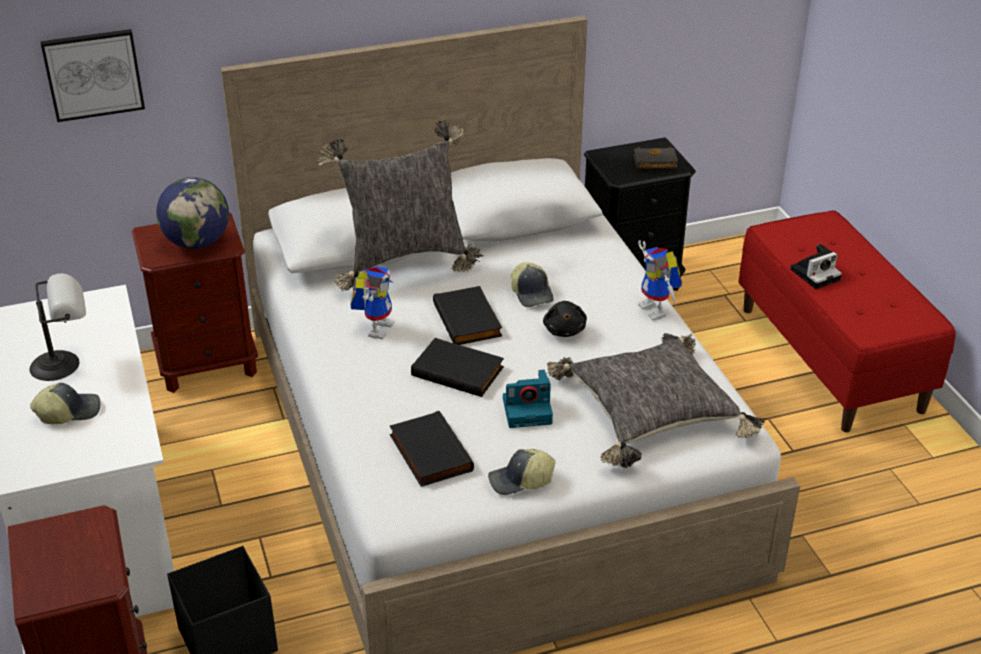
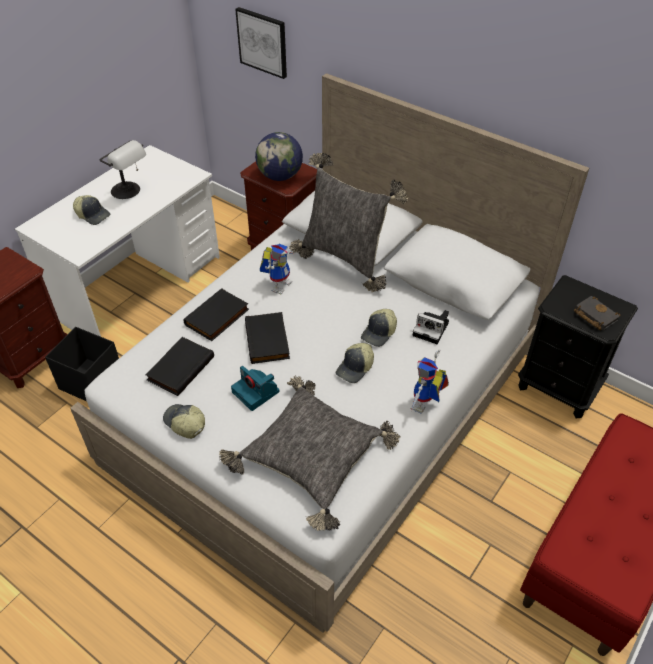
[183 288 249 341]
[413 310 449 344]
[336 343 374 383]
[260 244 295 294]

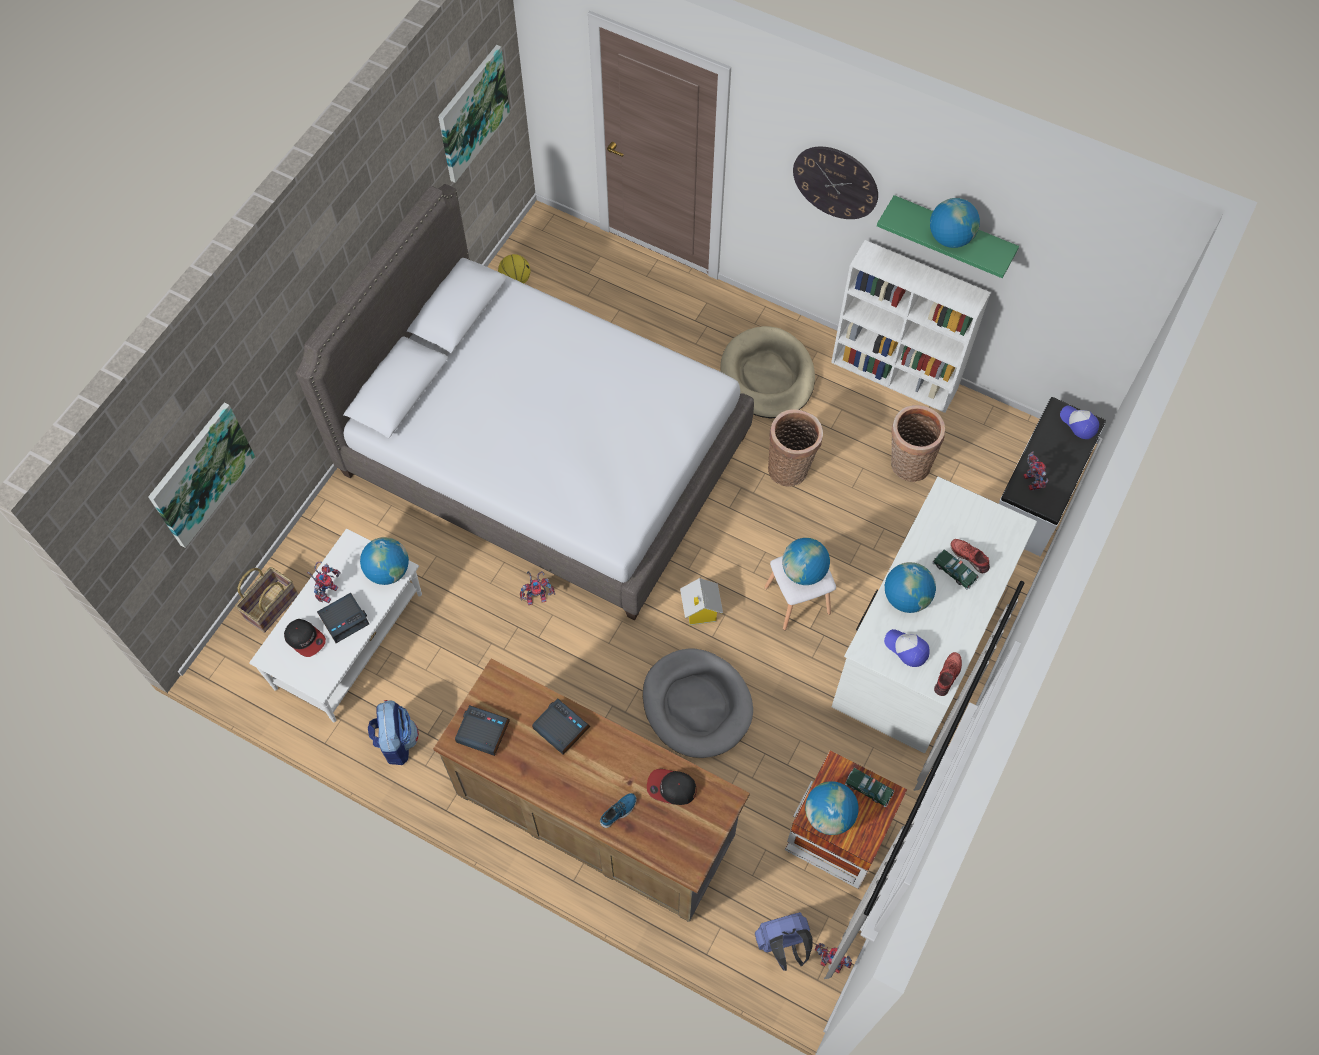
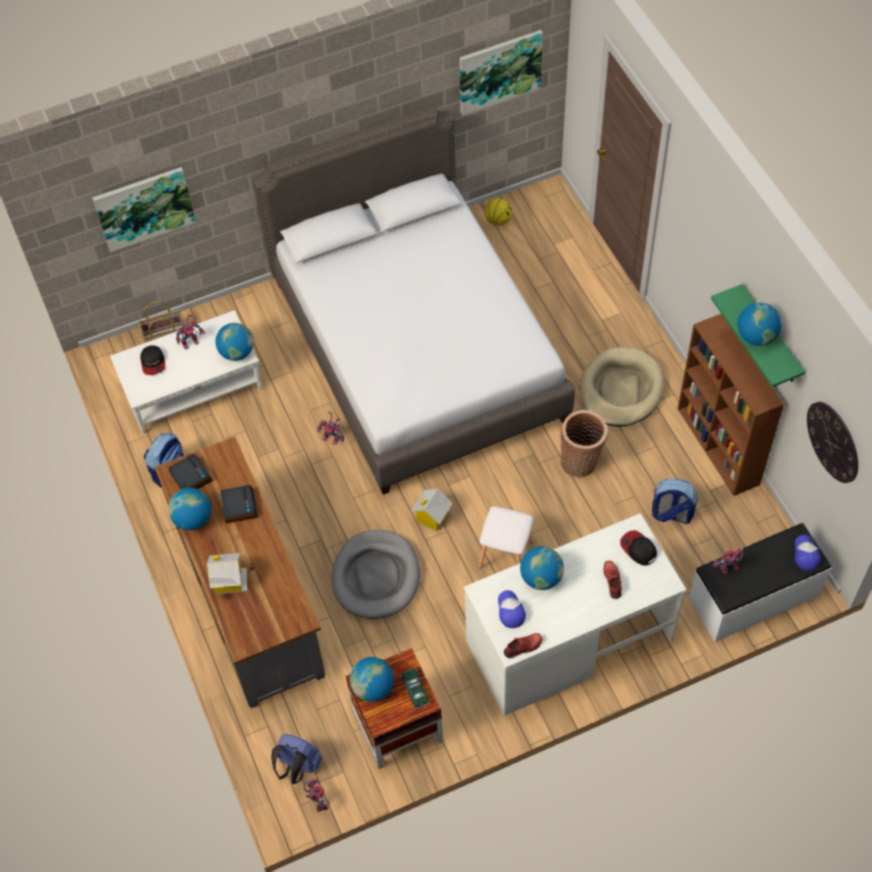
[317 593 369 643] (first image)
[932 549 979 590] (first image)
[620 530 657 566]
[168 488 211 530]
[807 402 858 483]
[207 553 247 594]
[652 479 698 524]
[678 314 784 496]
[713 548 745 575]

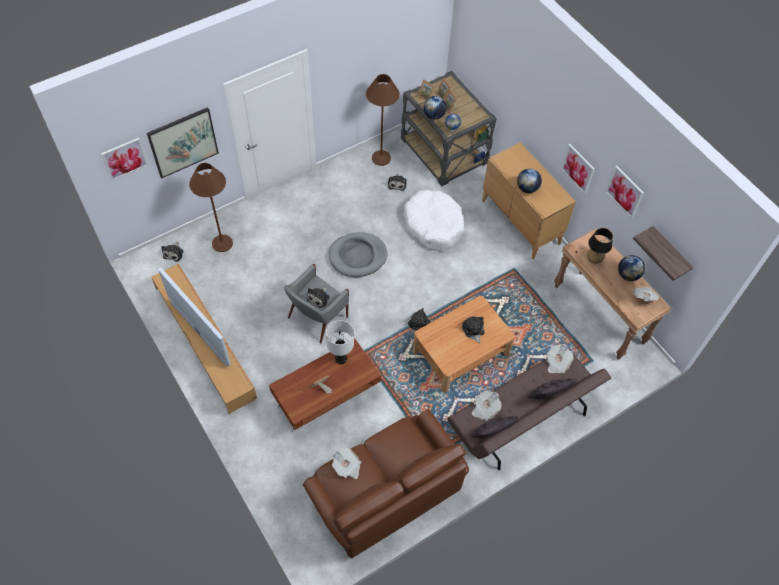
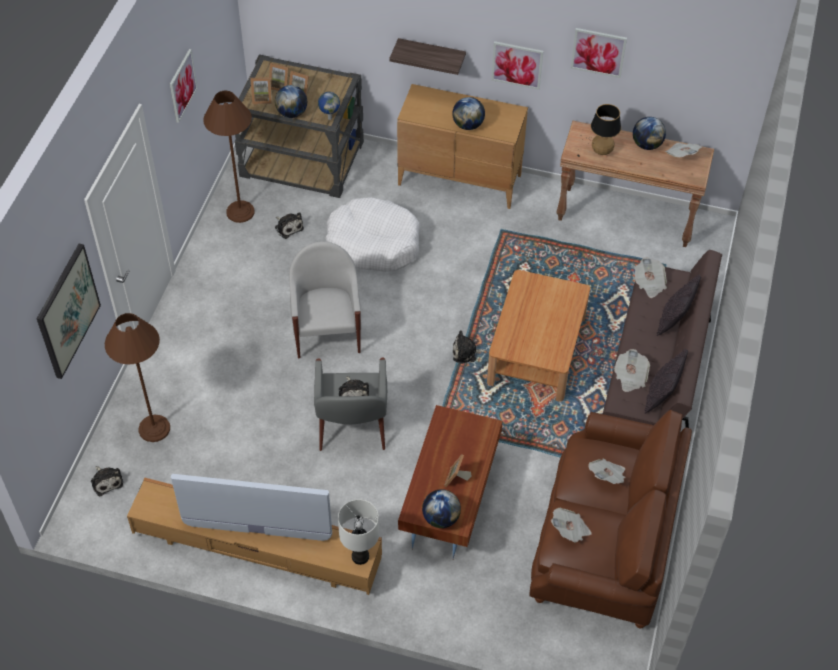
[462 316 485 343] (first image)
[422 489 461 528]
[588 459 626 484]
[170 49 198 123]
[338 499 379 565]
[389 38 466 75]
[289 241 361 358]

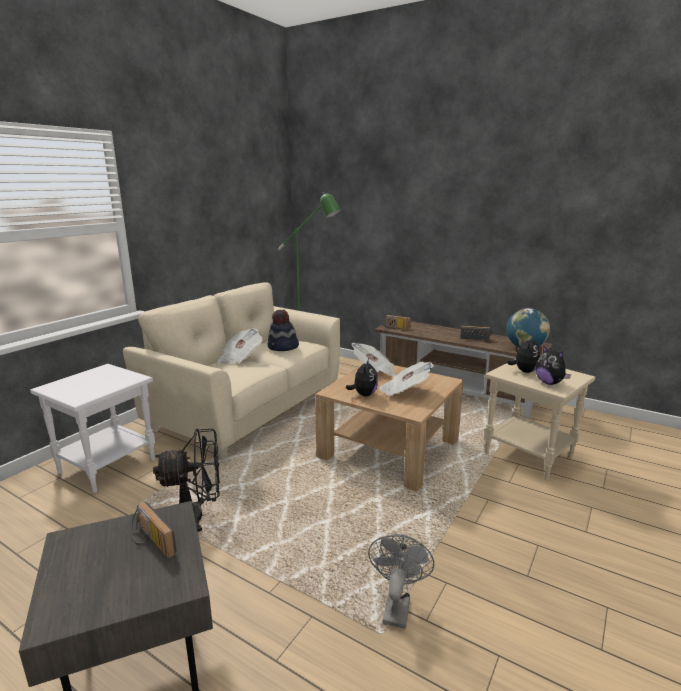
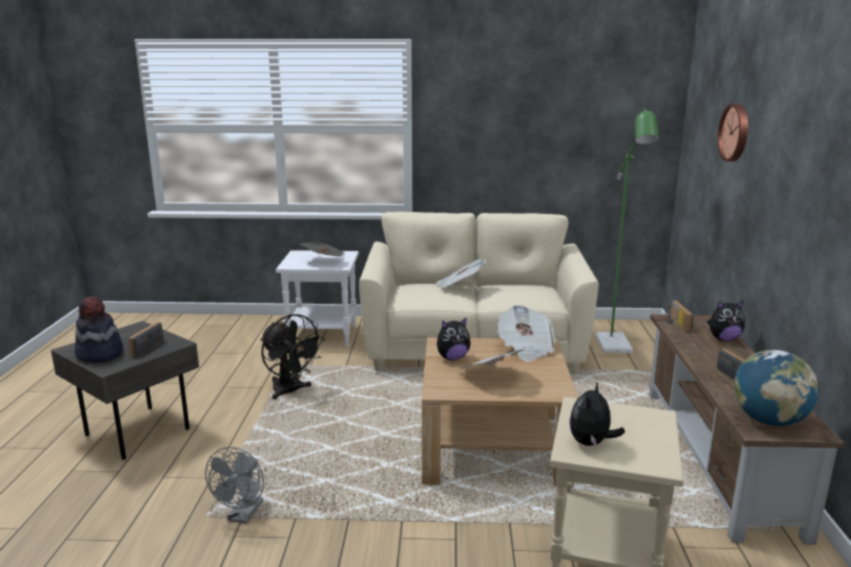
[299 242 345 257]
[718 104 748 162]
[75 296 123 363]
[707 301 745 341]
[205 447 264 524]

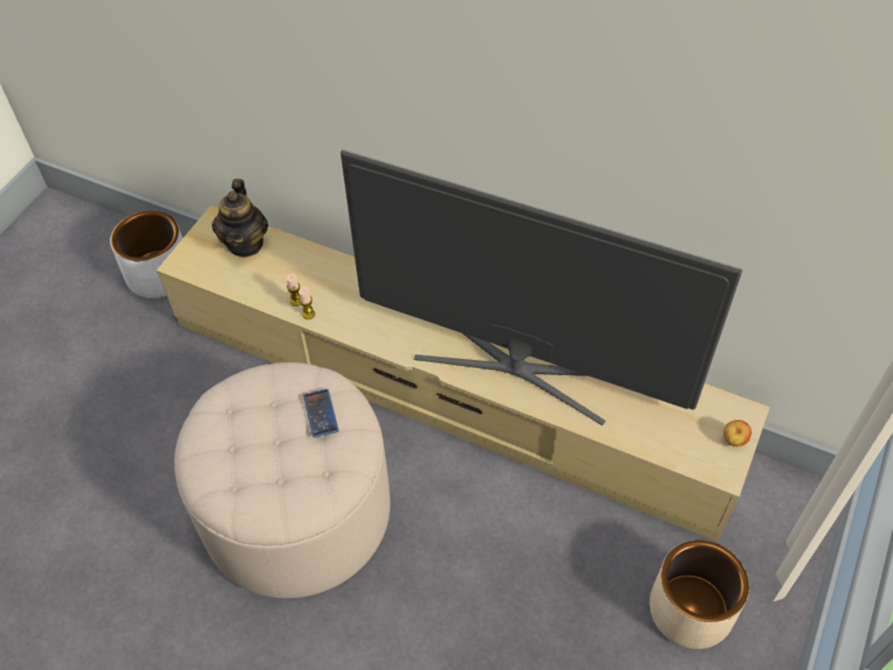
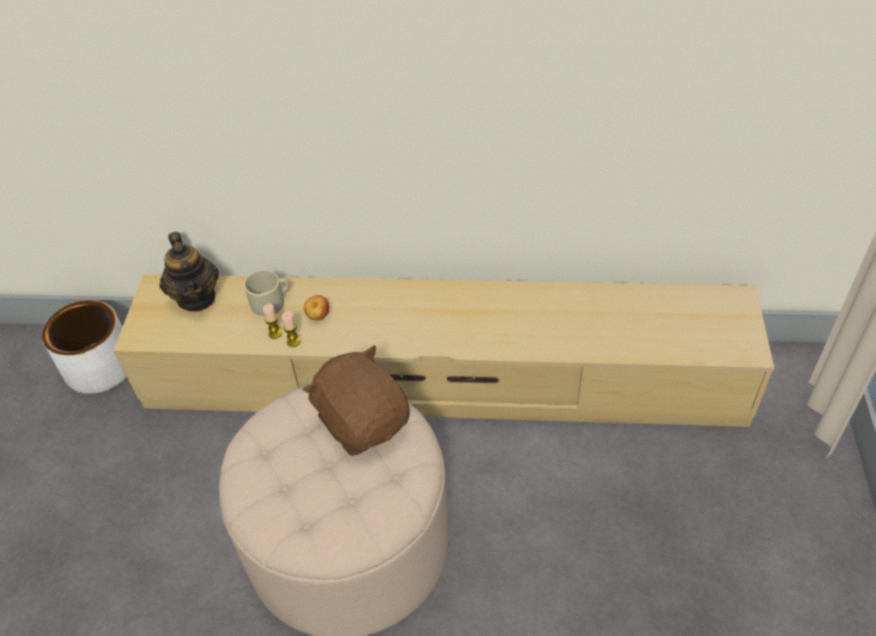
[341 150 742 426] (first image)
[650 540 749 649] (first image)
[244 270 289 316]
[304 295 329 321]
[302 345 410 456]

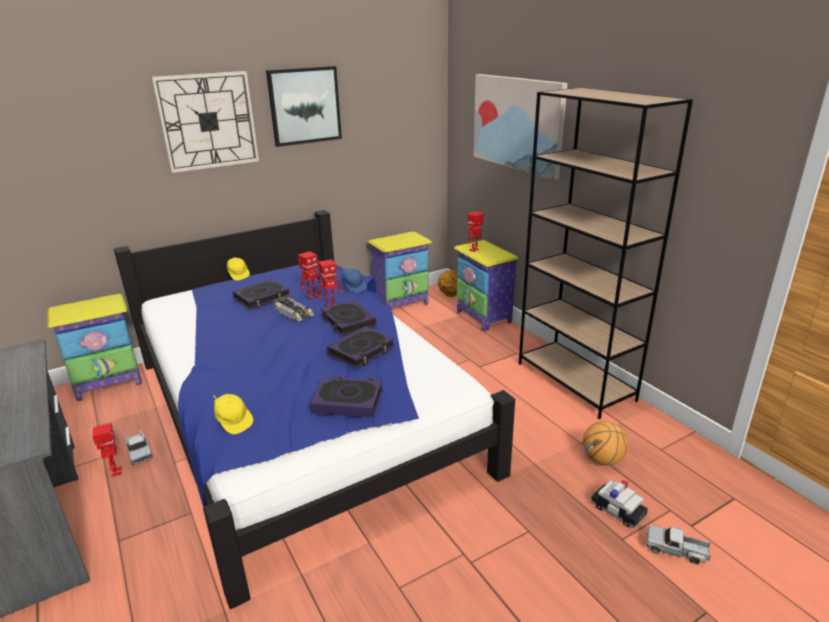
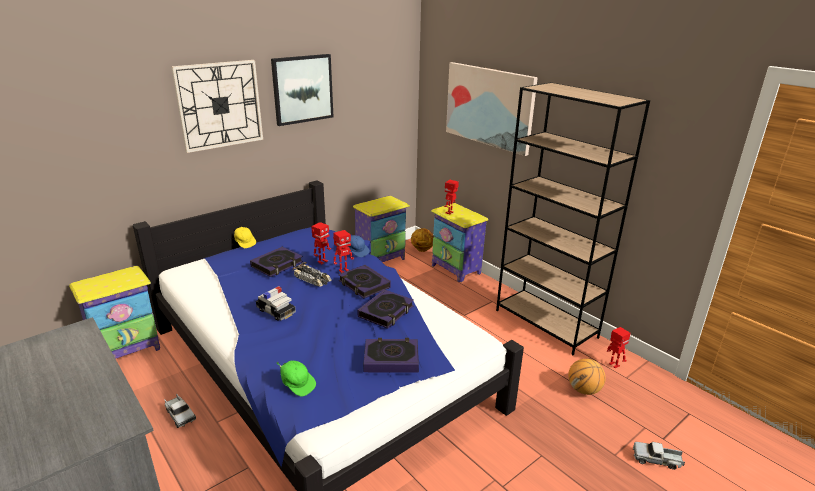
[607 327 631 368]
[256 286 296 320]
[277 360 316 396]

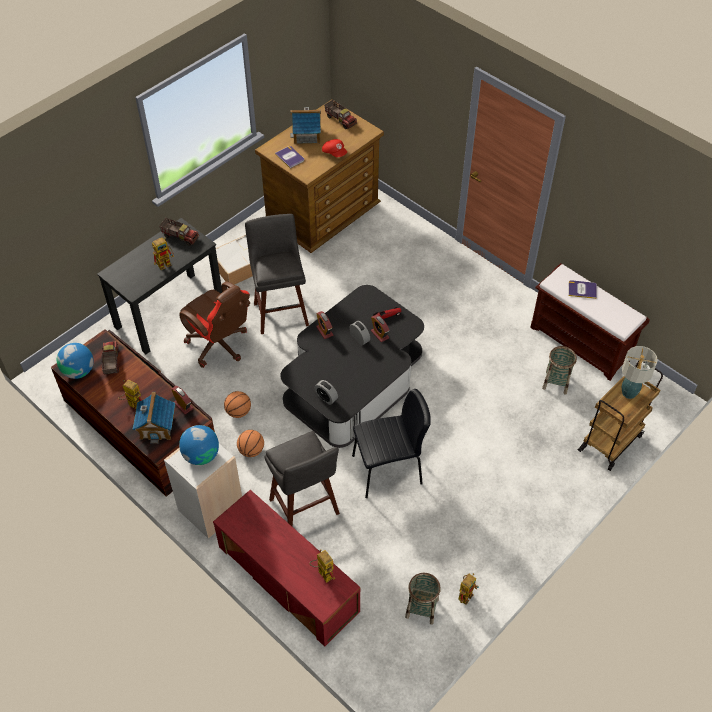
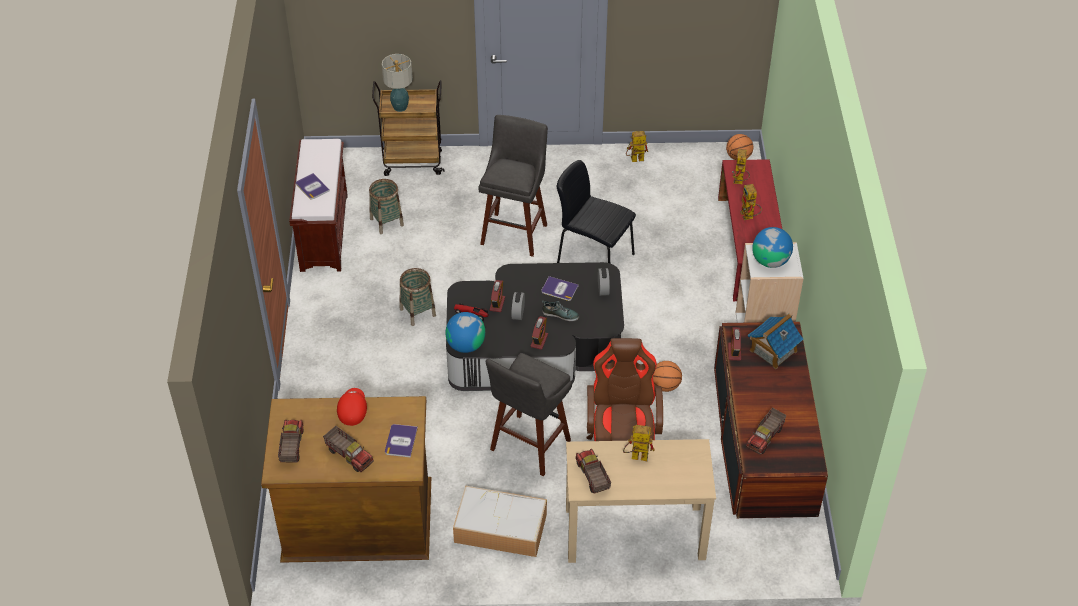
[541 276 578 301]
[542 300 579 321]
[446 312 485 353]
[740 184 762 220]
[726 134 754 160]
[478 115 548 257]
[400 268 436 326]
[323 426 374 472]
[566 439 716 563]

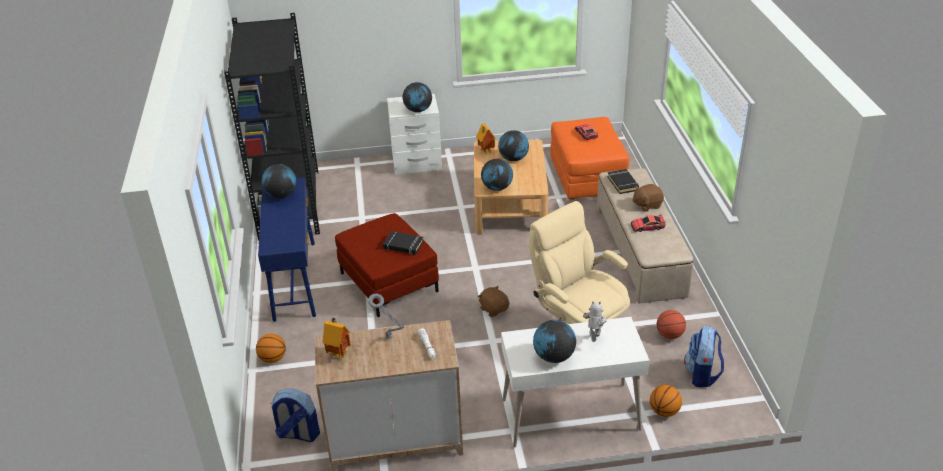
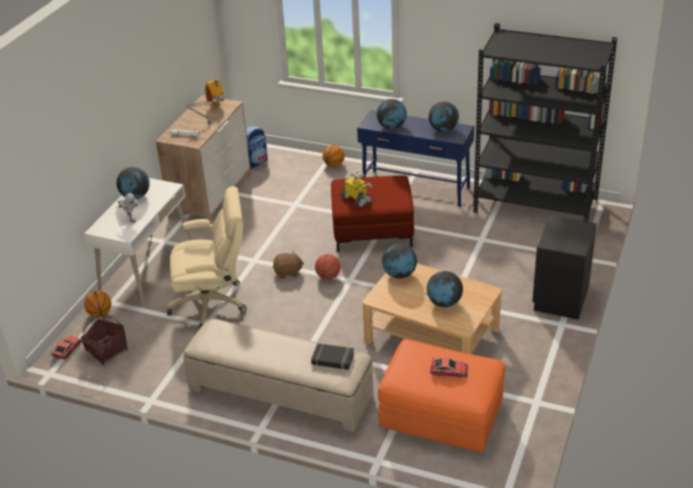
[476 123 496 154] (first image)
[633 184 664 212] (first image)
[377 99 407 129]
[51 336 82 359]
[315 254 341 280]
[341 170 373 207]
[81 316 128 365]
[532 215 597 320]

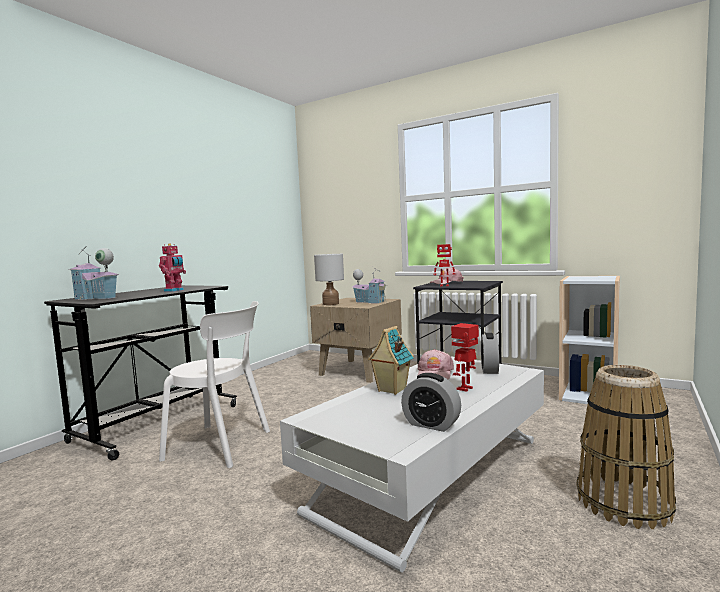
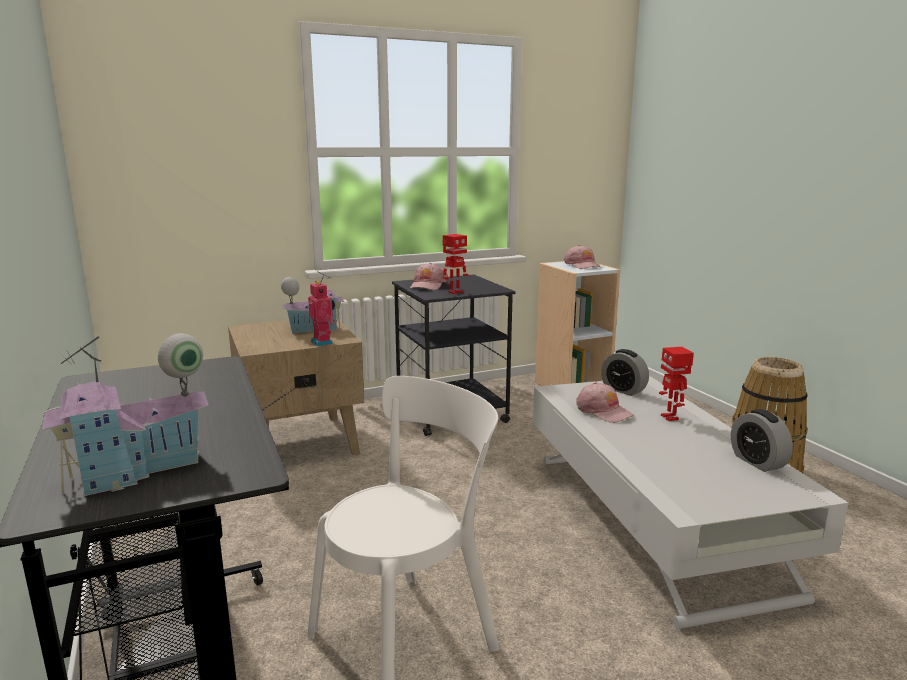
[314 254 344 305] (first image)
[368 326 414 395] (first image)
[564 245 602 269]
[308 281 335 346]
[731 409 793 472]

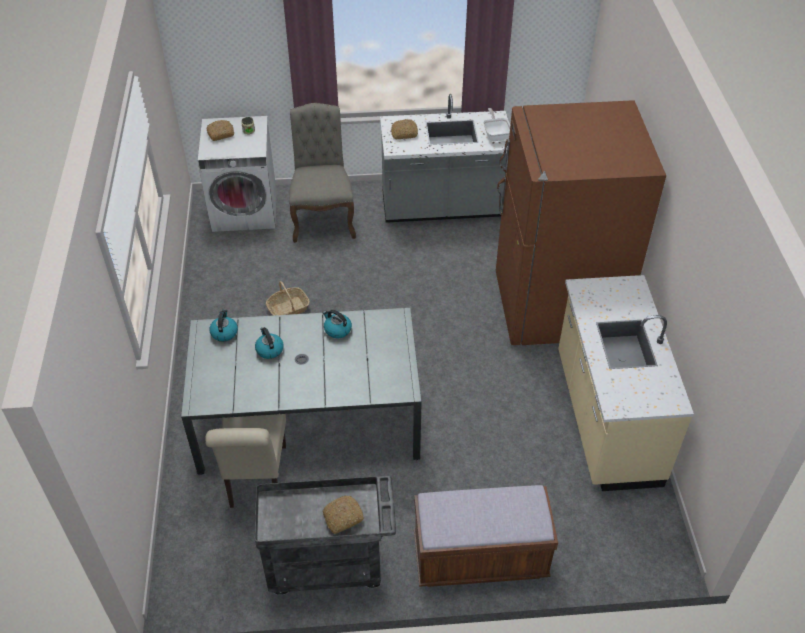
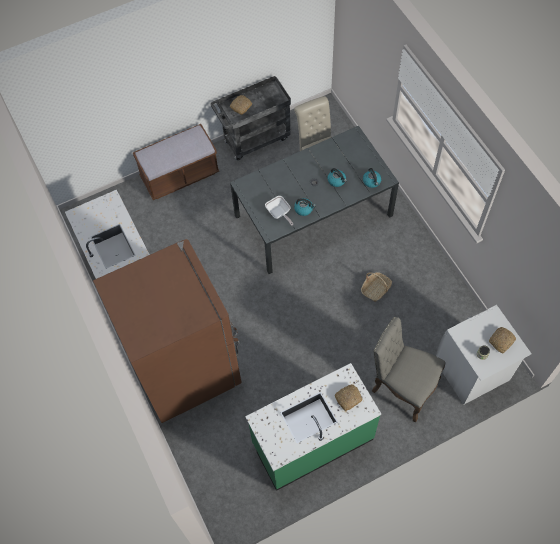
[265 196 293 226]
[245 363 381 491]
[372 317 446 422]

